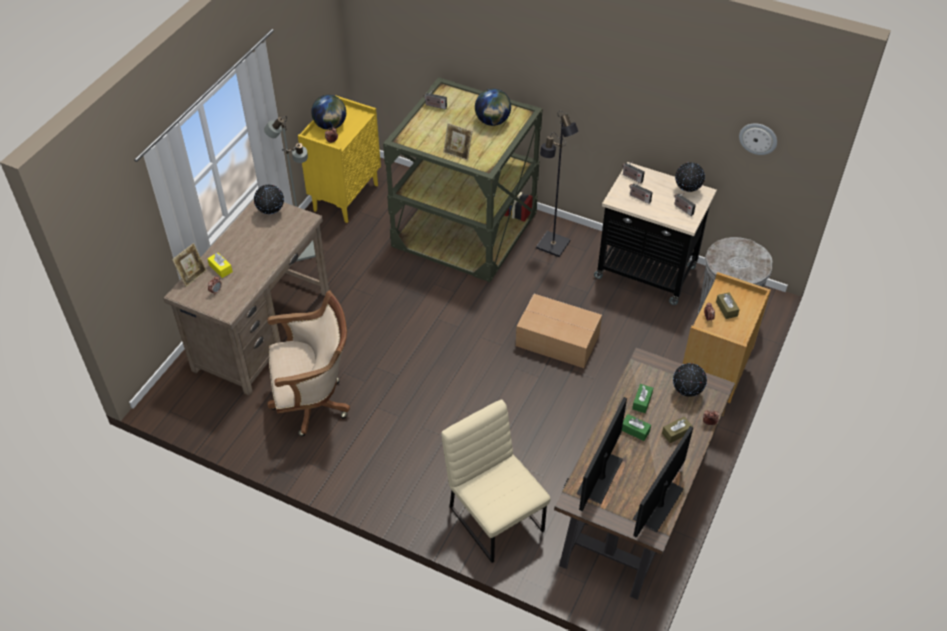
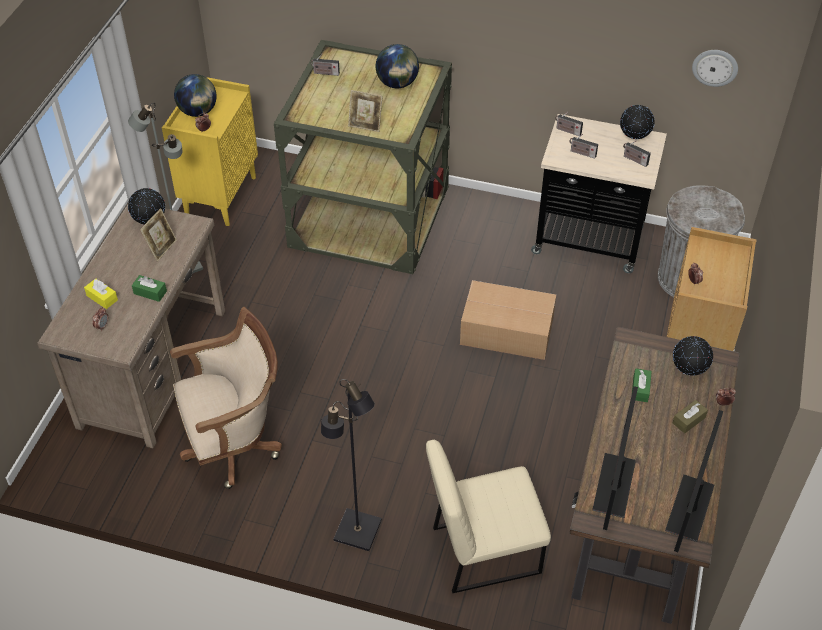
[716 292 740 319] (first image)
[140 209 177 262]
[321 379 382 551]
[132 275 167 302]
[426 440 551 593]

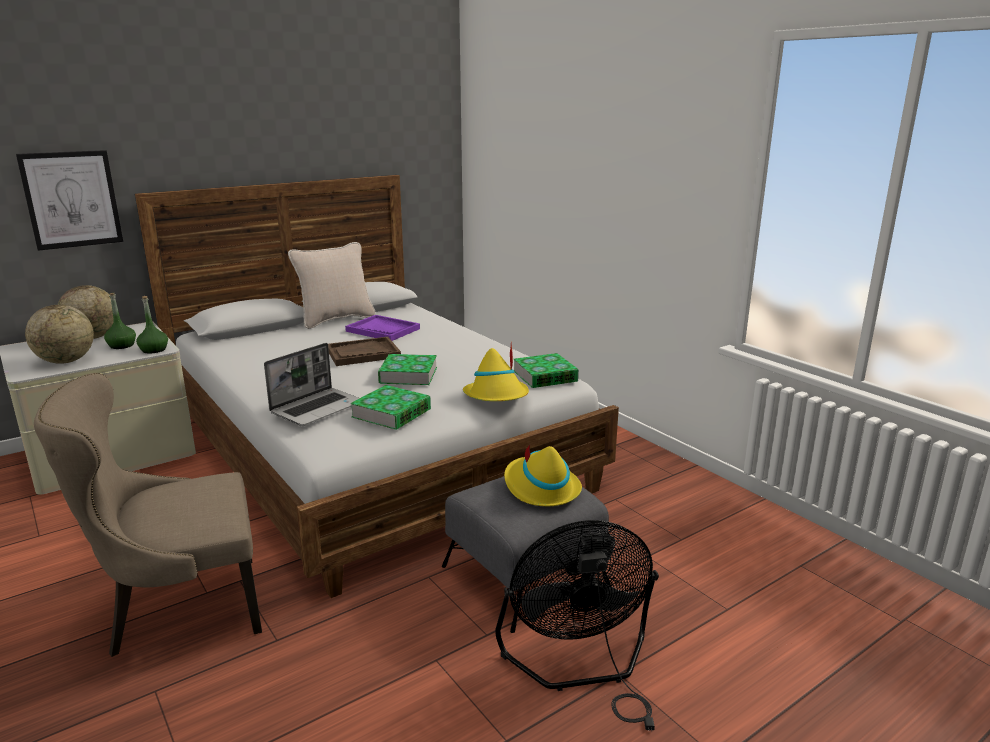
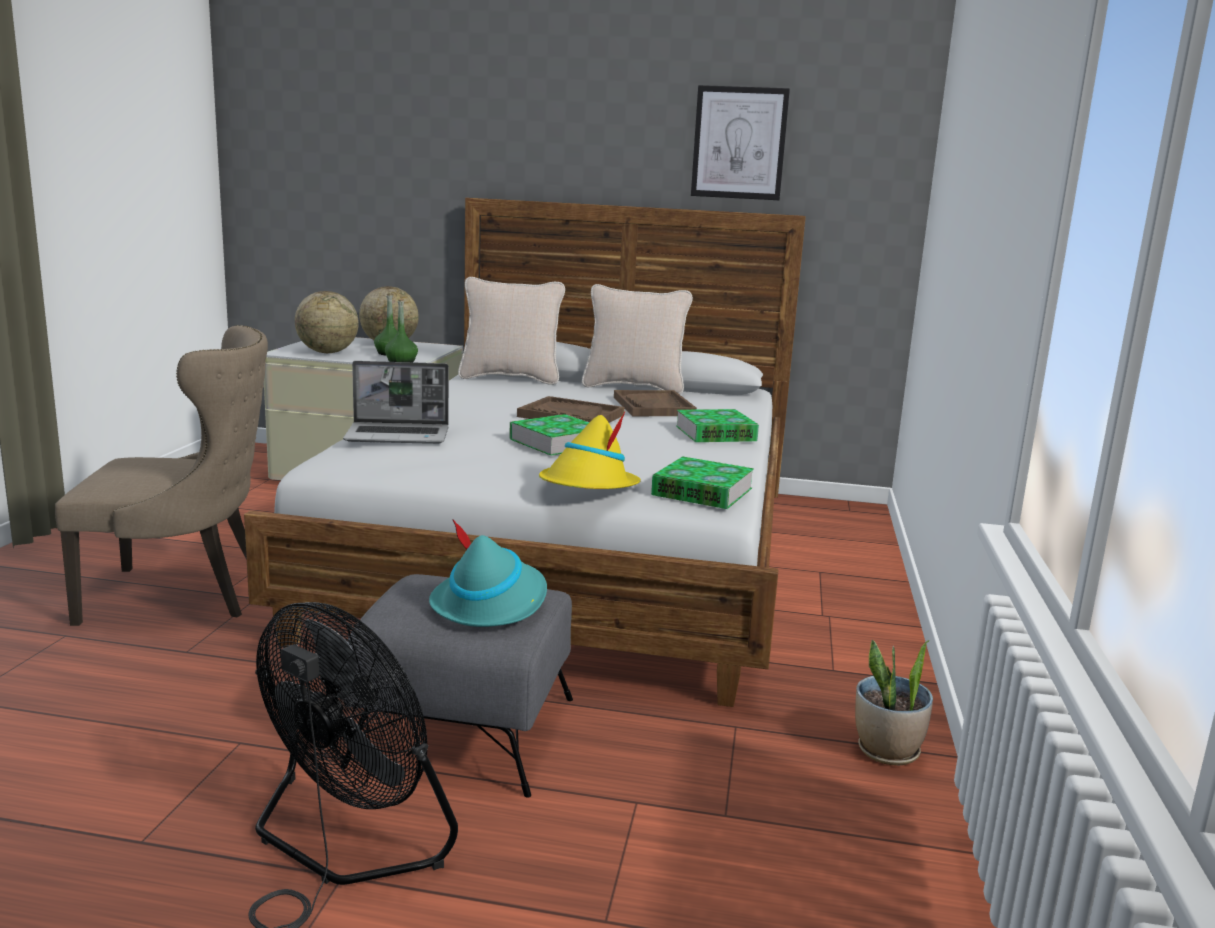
[458 277 565 385]
[855 639 933 765]
[691 85 790 200]
[676 409 759 442]
[614 390 697 416]
[429 519 547 627]
[55 325 268 626]

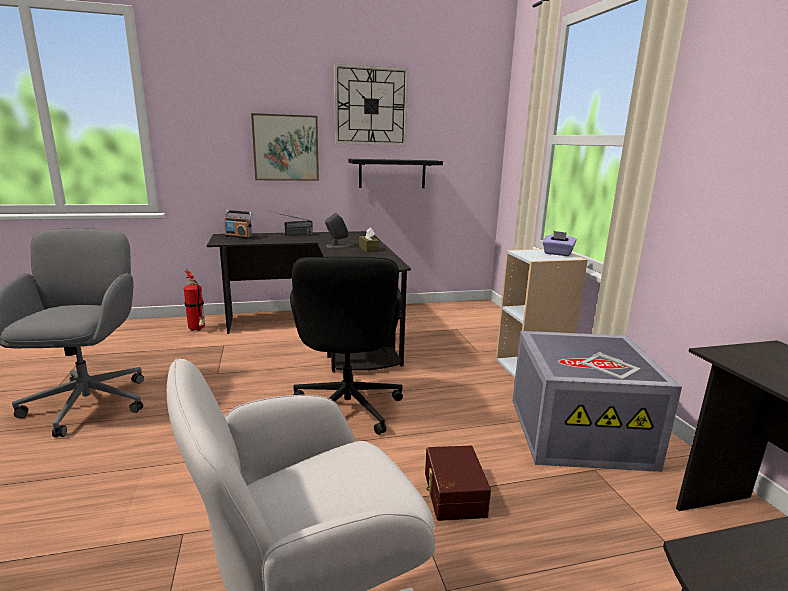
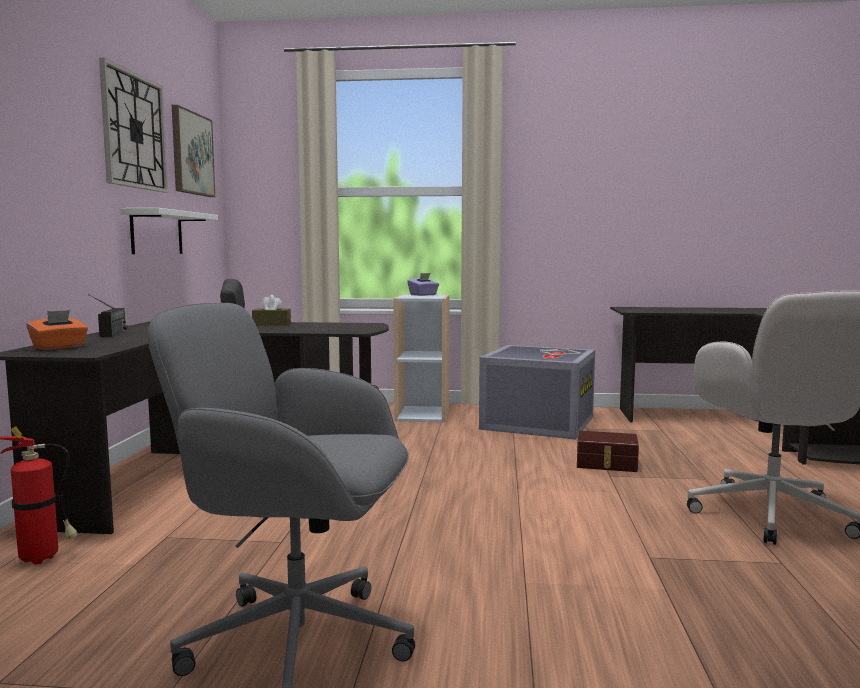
[290 256 403 435] (first image)
[172 105 215 197]
[26 310 88 350]
[120 208 218 254]

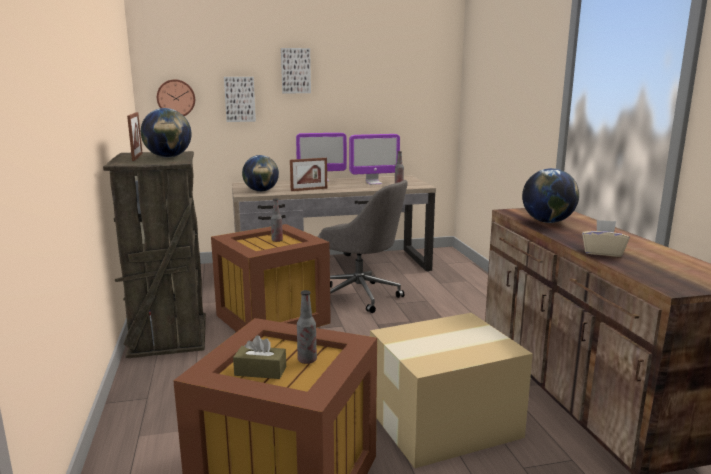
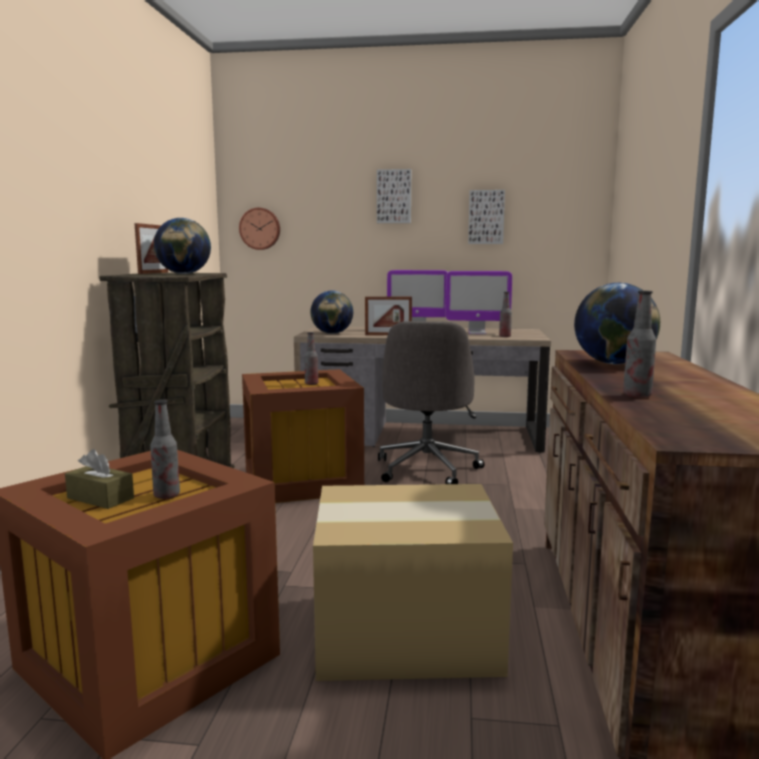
[468 190 505 244]
[623 290 656 398]
[378 321 484 484]

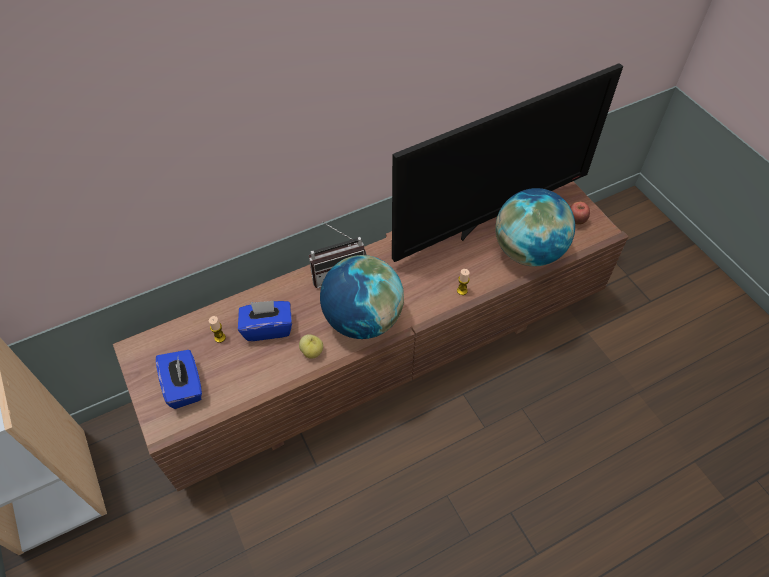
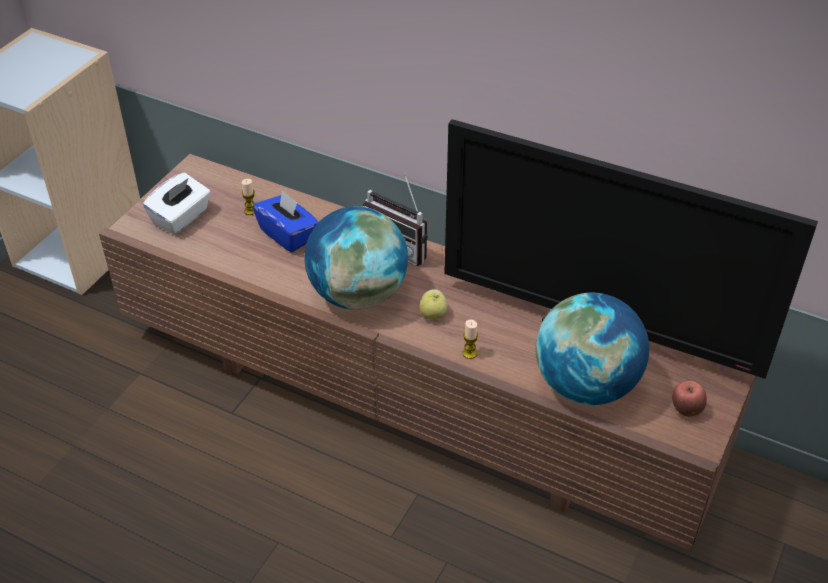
[419 289 448 320]
[143 172 211 235]

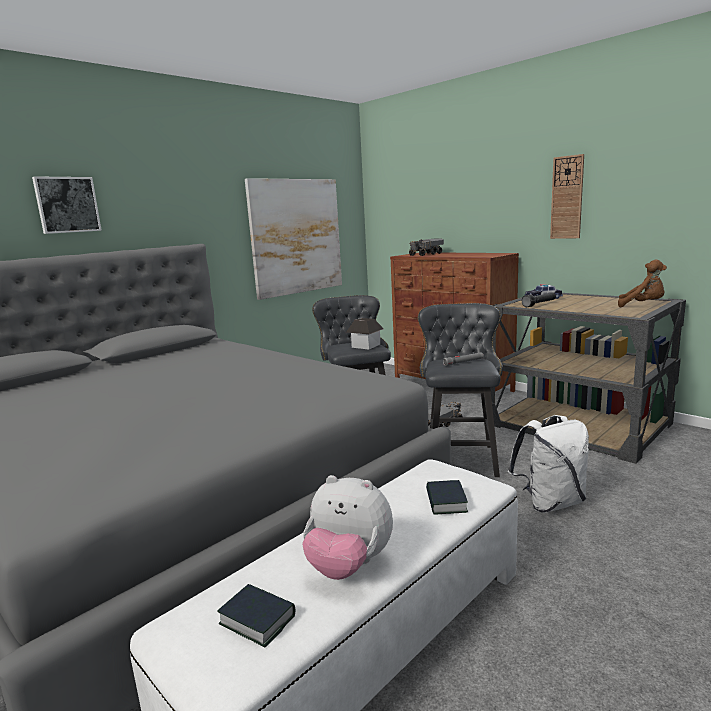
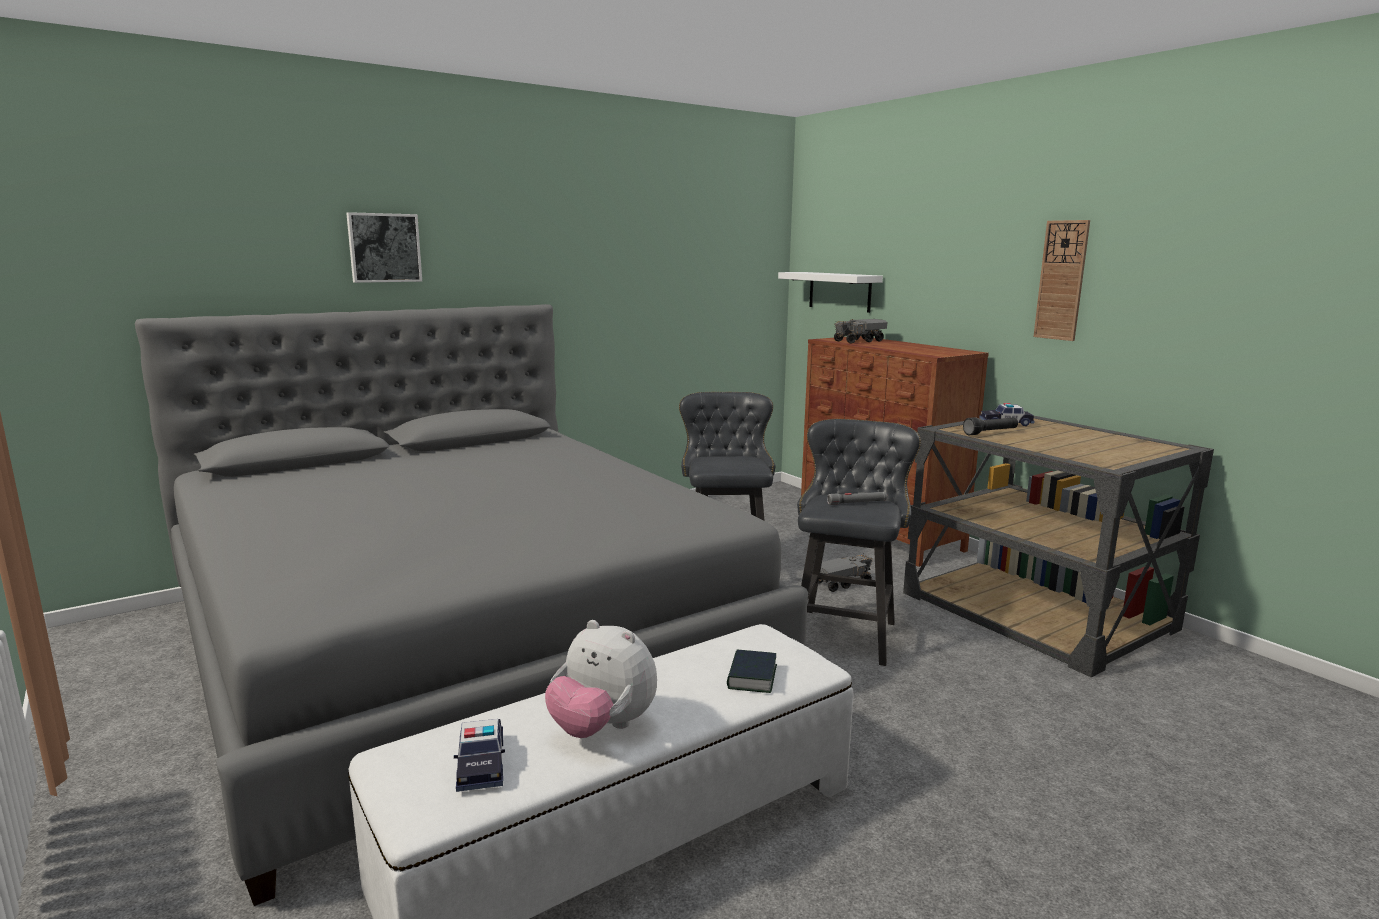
[245 178 342 300] (first image)
[346 318 384 349] (first image)
[508 415 589 512] (first image)
[618 259 667 308] (first image)
[778 272 883 313]
[454 719 505 792]

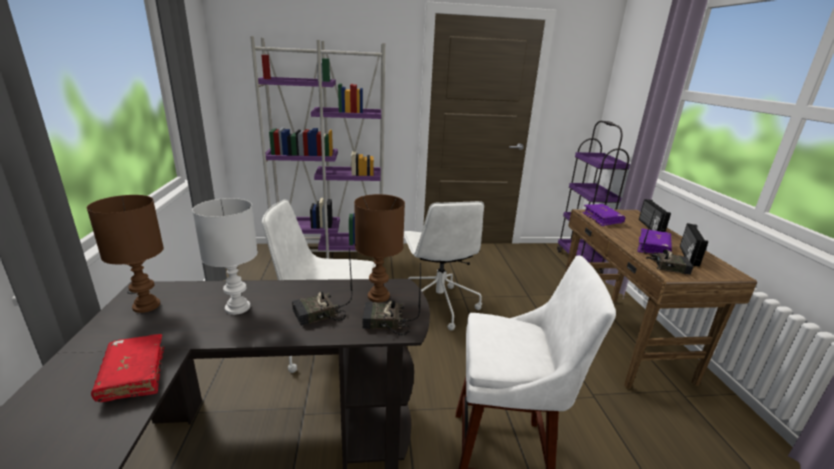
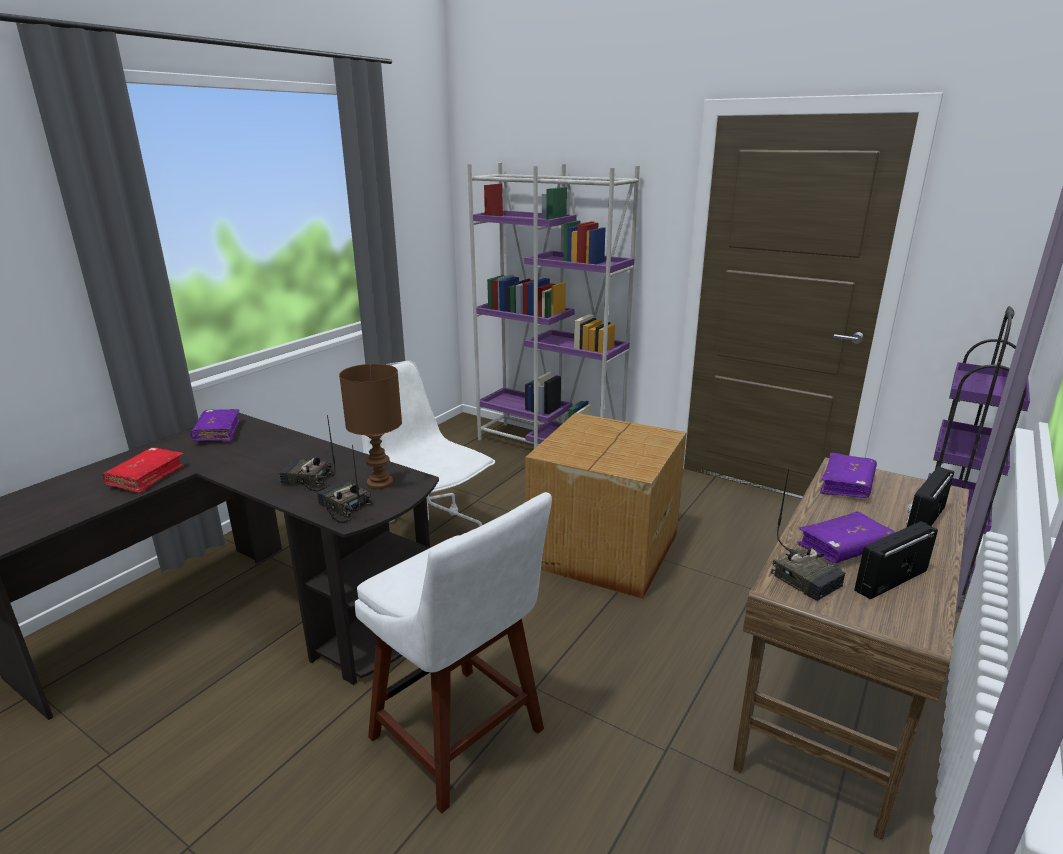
[192 198 258 315] (first image)
[190 409 241 441]
[525 413 686 599]

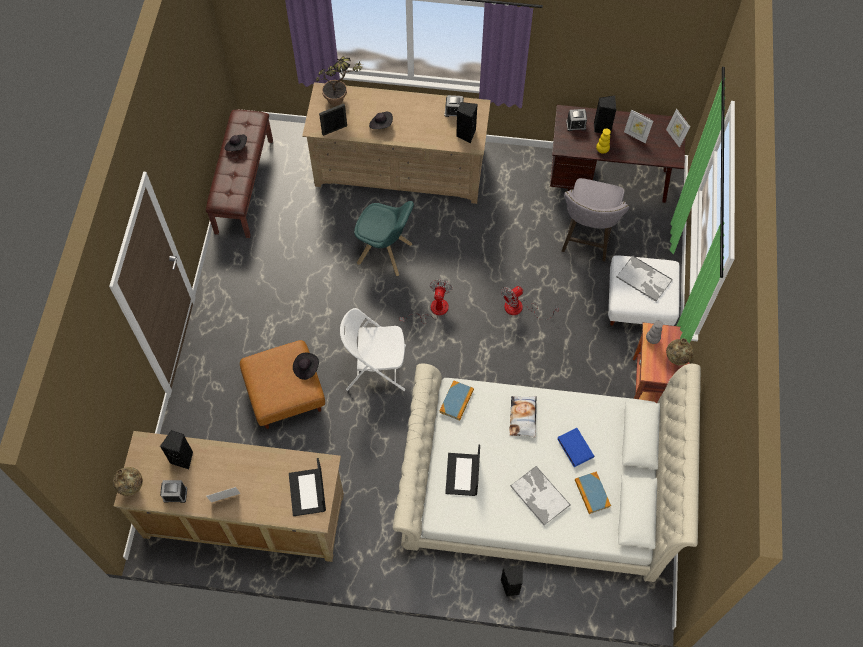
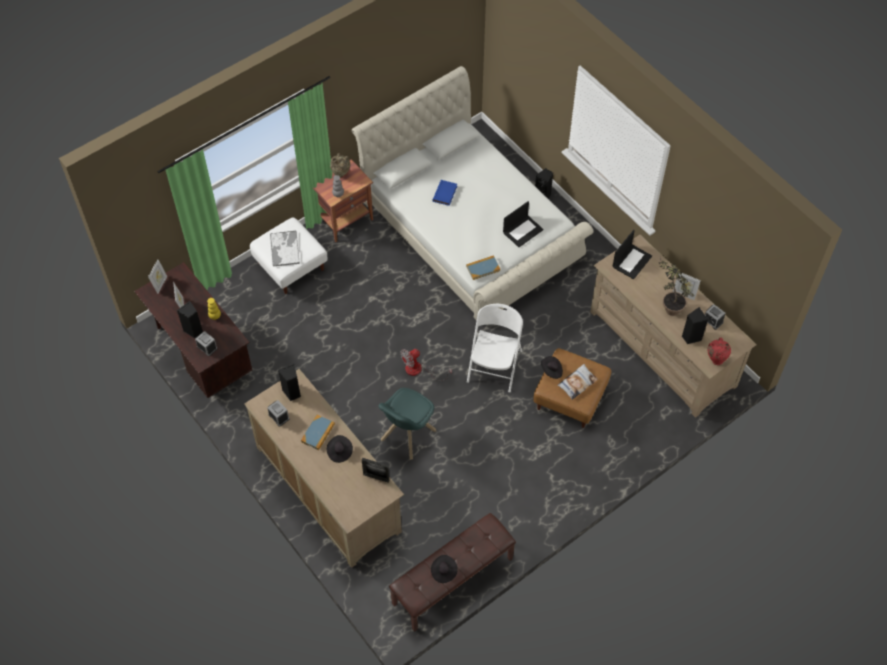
[113 467 143 496] (first image)
[501 286 559 320] (first image)
[510 466 571 526] (first image)
[562 178 629 261] (first image)
[707 338 731 365]
[659 256 694 316]
[558 364 598 400]
[301 415 335 450]
[467 304 523 393]
[379 388 436 460]

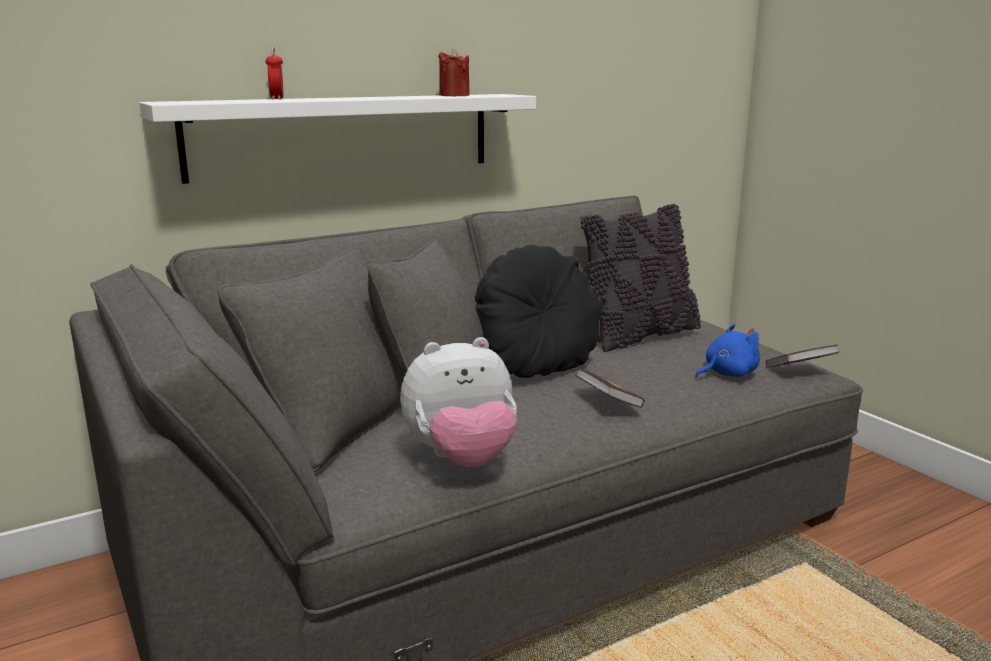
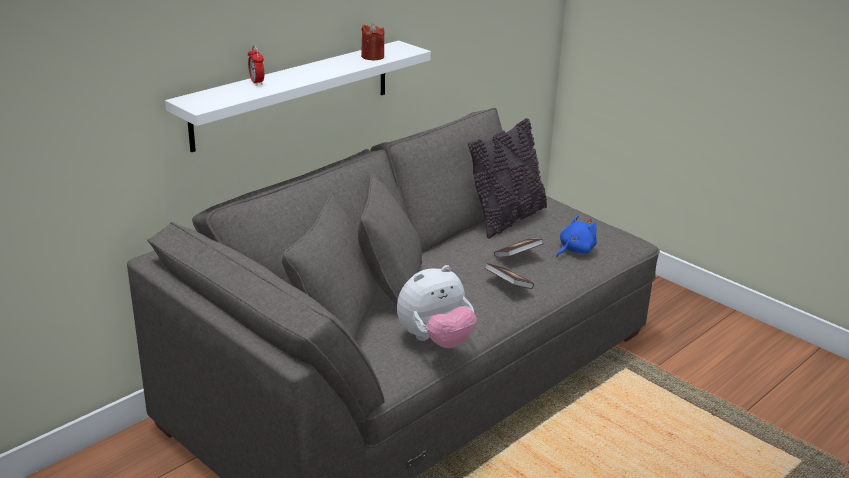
[475 245 602 378] (first image)
[494 239 544 257]

